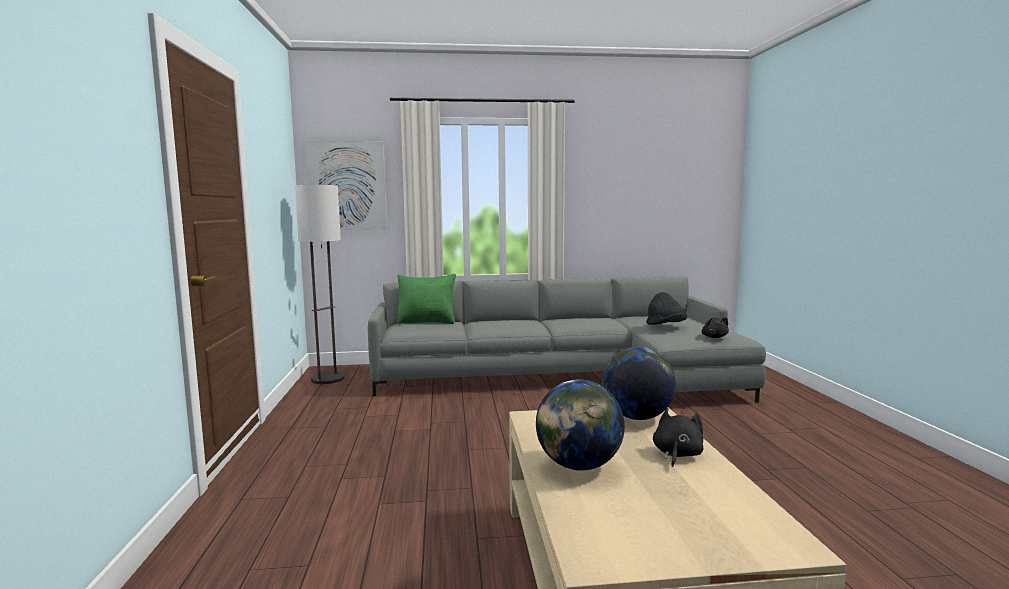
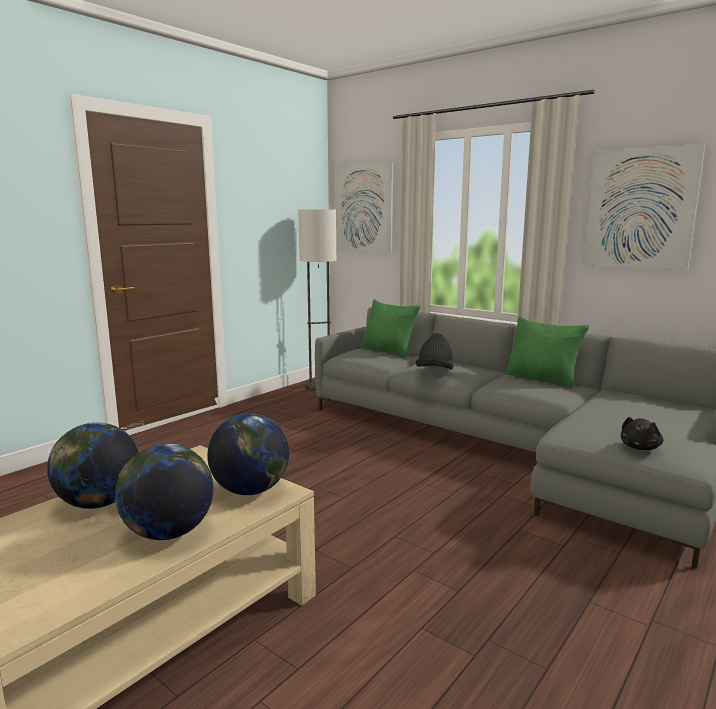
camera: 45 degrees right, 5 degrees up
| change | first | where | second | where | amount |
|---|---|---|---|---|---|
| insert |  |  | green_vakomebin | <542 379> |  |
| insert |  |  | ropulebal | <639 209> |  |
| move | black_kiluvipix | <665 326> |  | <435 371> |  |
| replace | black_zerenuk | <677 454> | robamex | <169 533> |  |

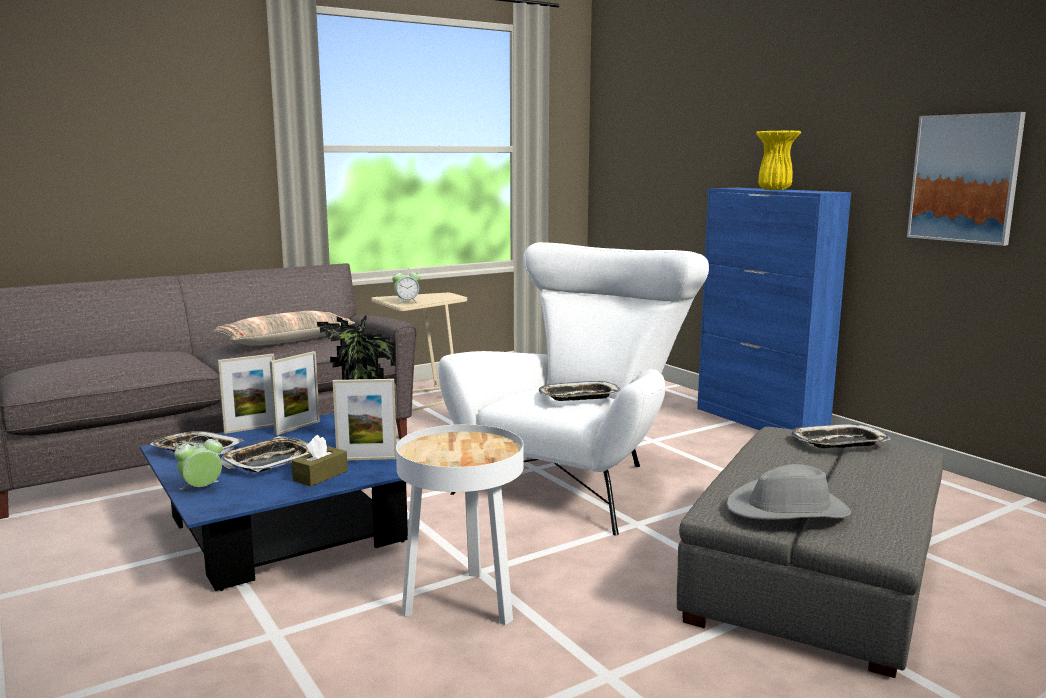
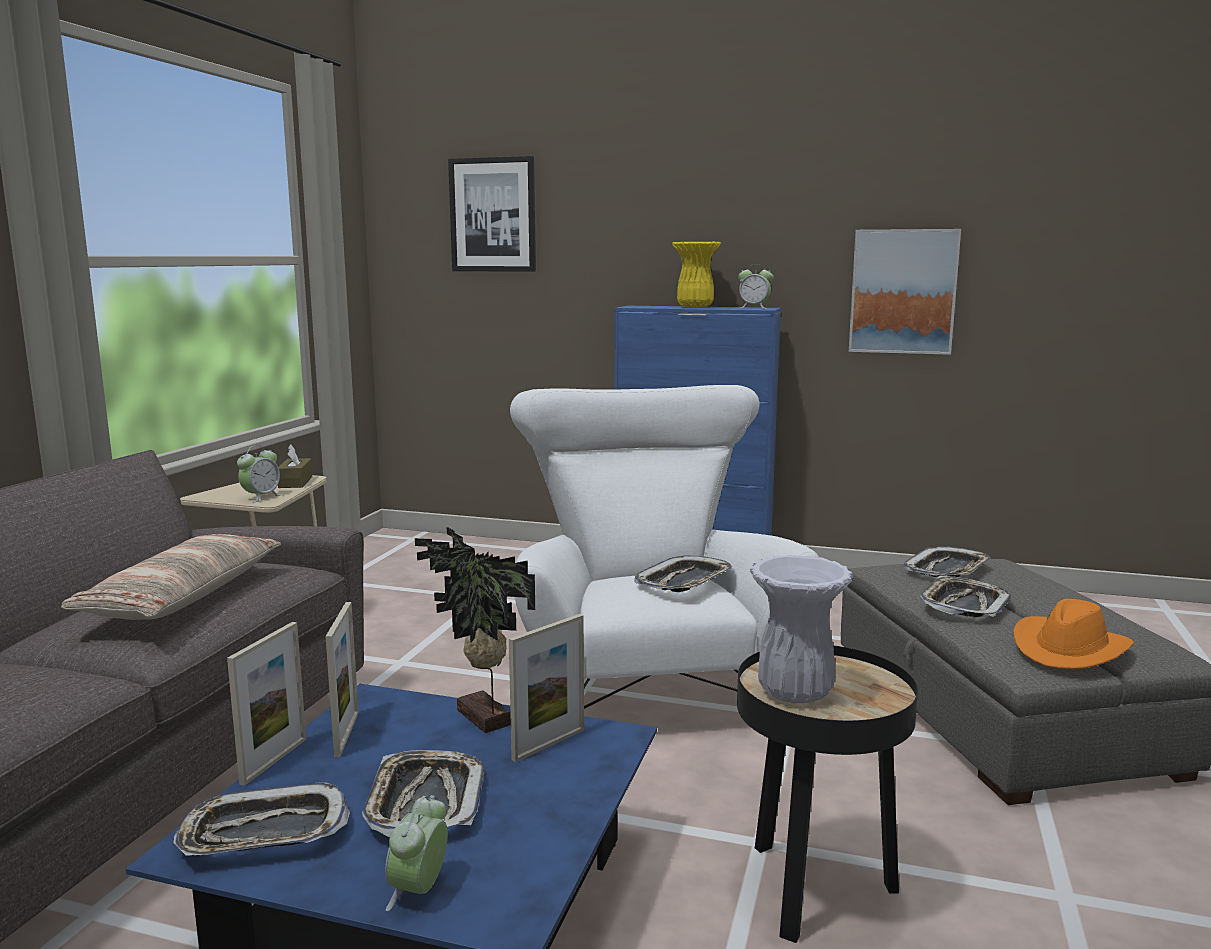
camera: 40 degrees left, 0 degrees up
| change | first | where | second | where | amount |
|---|---|---|---|---|---|
| insert |  |  | ropulebal | <493 215> |  |
| insert |  |  | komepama | <754 308> |  |
| insert |  |  | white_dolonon | <796 694> |  |
| insert |  |  | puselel | <963 604> |  |
| move | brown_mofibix | <320 476> |  | <295 482> |  |
| recolor | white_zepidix | <462 602> | black_zepidix | <815 889> |  |
| recolor | grey_kiluvipix | <788 510> | orange_kiluvipix | <1070 649> |  |

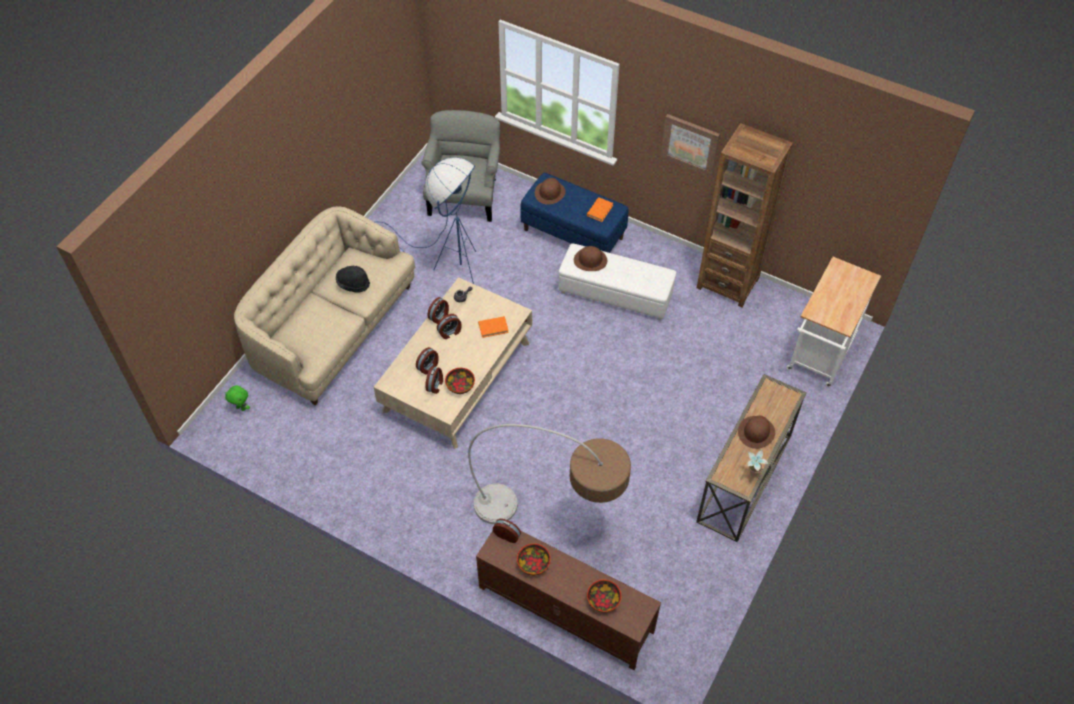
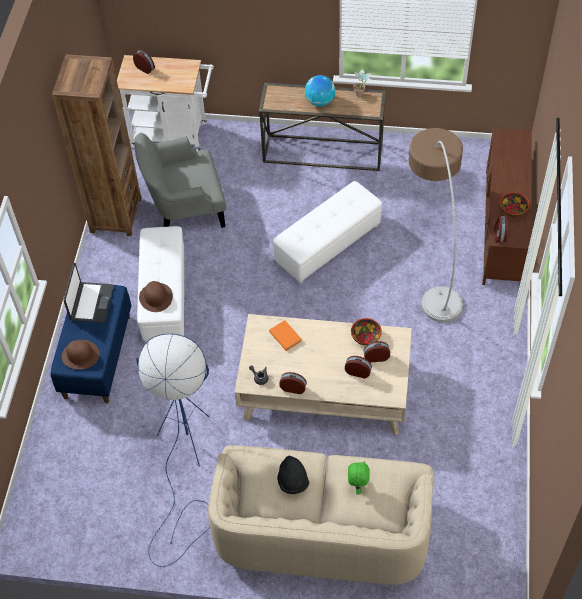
camera: 110 degrees left, 0 degrees up
| change | first | where | second | where | amount |
|---|---|---|---|---|---|
| delete | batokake | <603 600> |  |  |  |
| delete | ropulebal | <690 144> |  |  |  |
| insert |  |  | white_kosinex | <328 244> |  |
| move | green_zerenuk | <241 408> |  | <357 486> |  |
| move | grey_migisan | <464 195> |  | <185 209> |  |
| move | komepama | <450 332> |  | <145 68> |  |
| replace | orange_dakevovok | <599 210> | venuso | <91 303> |  |
| replace | brown_kiluvipix | <756 432> | robamex | <320 101> |  |

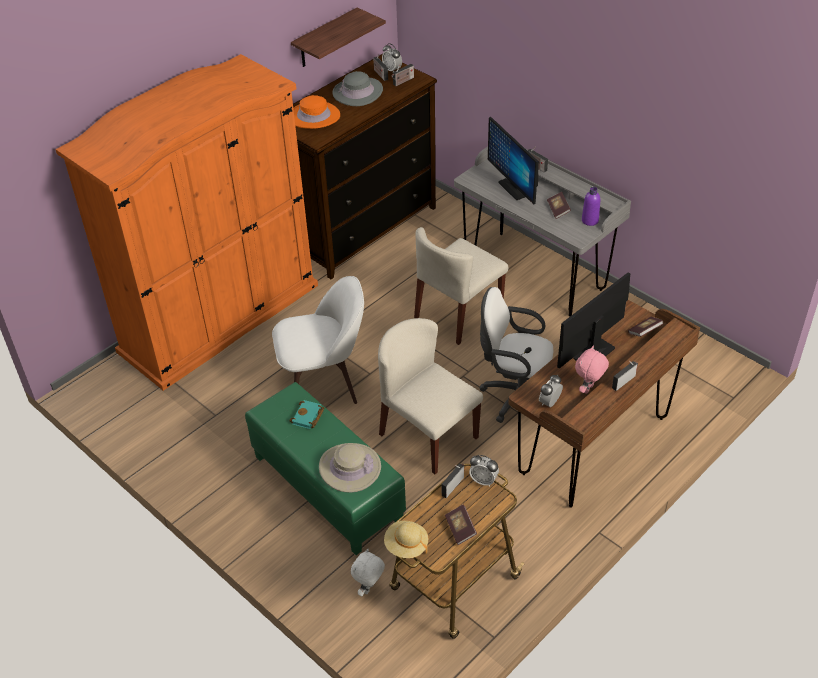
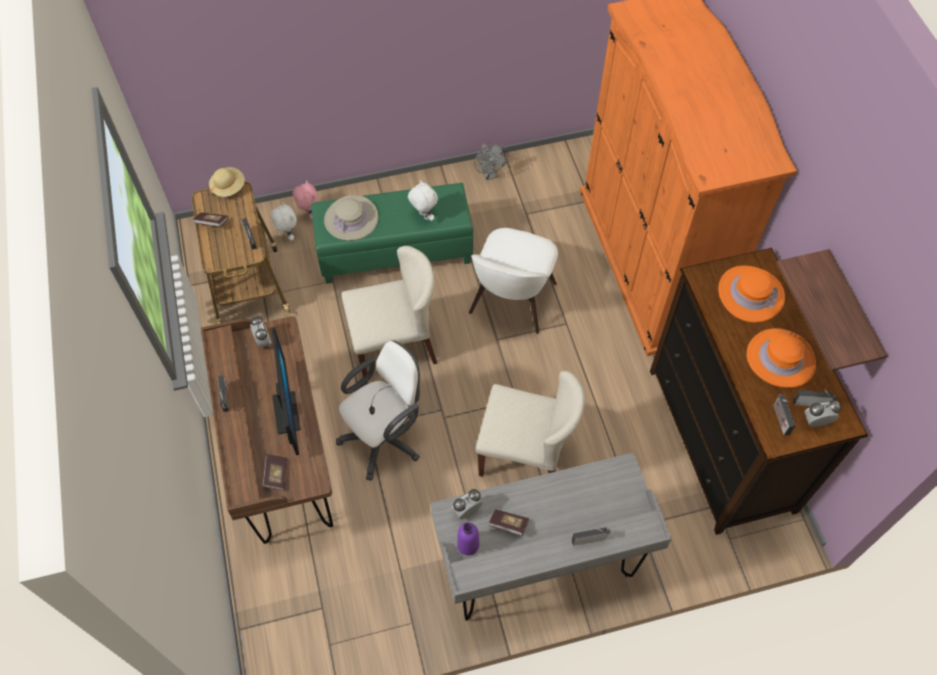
camera: 120 degrees right, 15 degrees up
| change | first | where | second | where | amount |
|---|---|---|---|---|---|
| delete | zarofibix | <514 188> |  |  |  |
| insert |  |  | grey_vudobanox | <489 174> |  |
| move | komepama | <483 480> |  | <467 511> |  |
| move | pink_zerenuk | <589 389> |  | <309 214> |  |
| replace | turquoise_dakevovok | <308 417> | white_zerenuk | <423 216> |  |
| recolor | grey_kiluvipix | <358 92> | orange_kiluvipix | <780 359> |  |
| rotate | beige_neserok | <458 313> |  | <525 454> | 120 degrees clockwise |

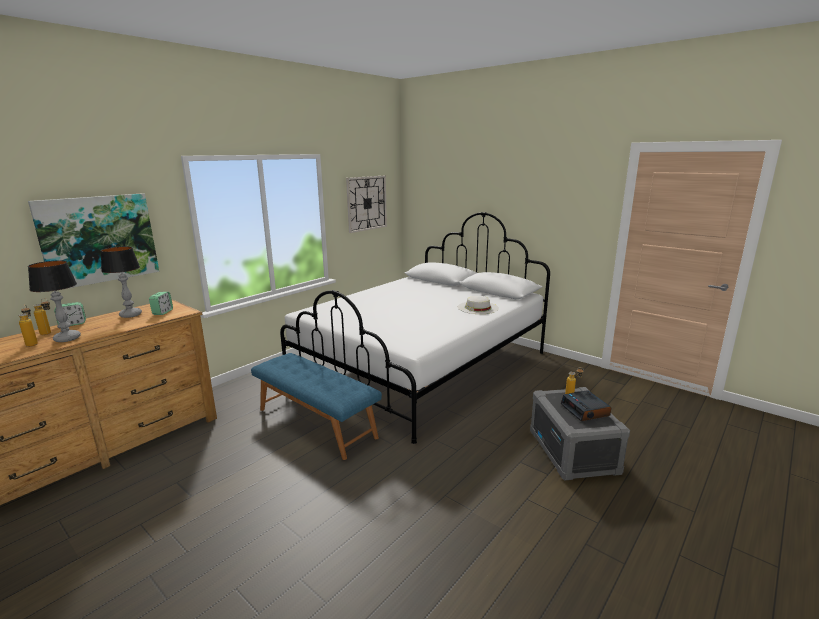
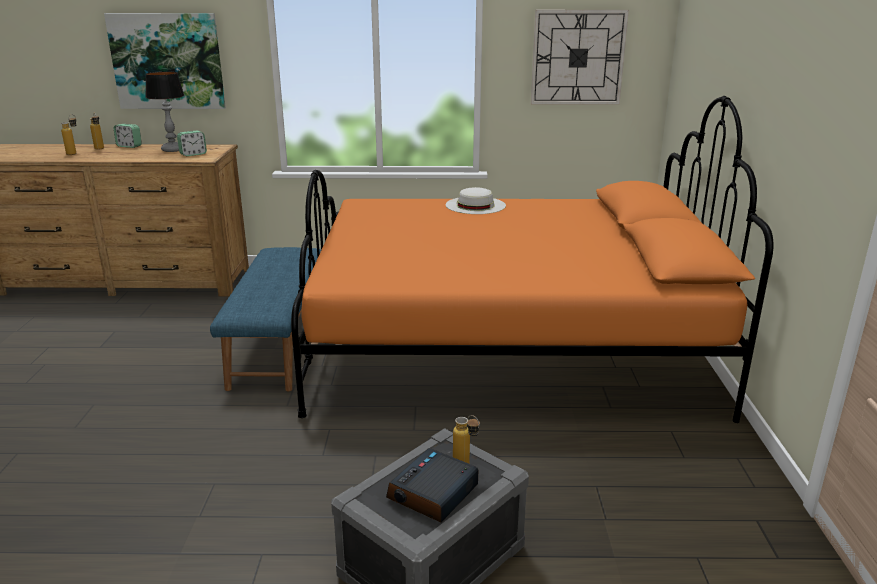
camera: 50 degrees right, 5 degrees up
| change | first | where | second | where | amount |
|---|---|---|---|---|---|
| delete | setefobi | <67 338> |  |  |  |
| move | white_kiluvipix | <478 307> |  | <475 205> |  |
| recolor | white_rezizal | <422 366> | orange_rezizal | <506 345> |  |

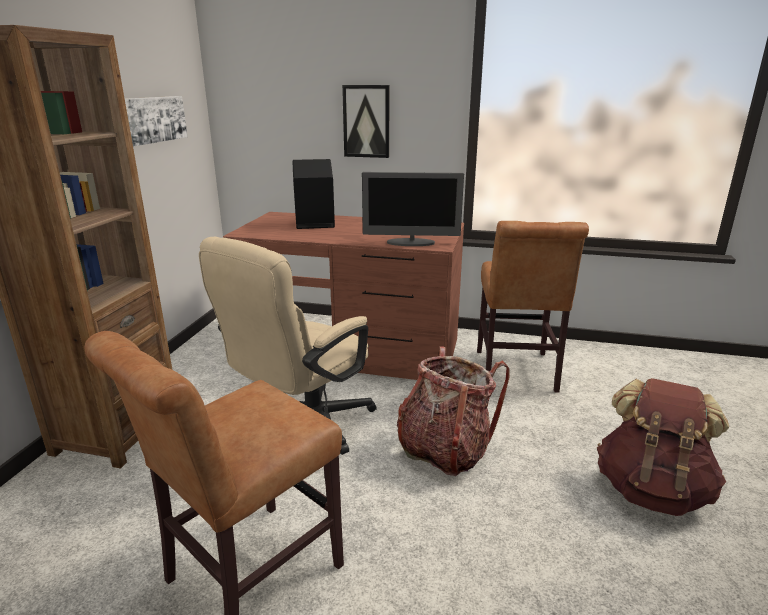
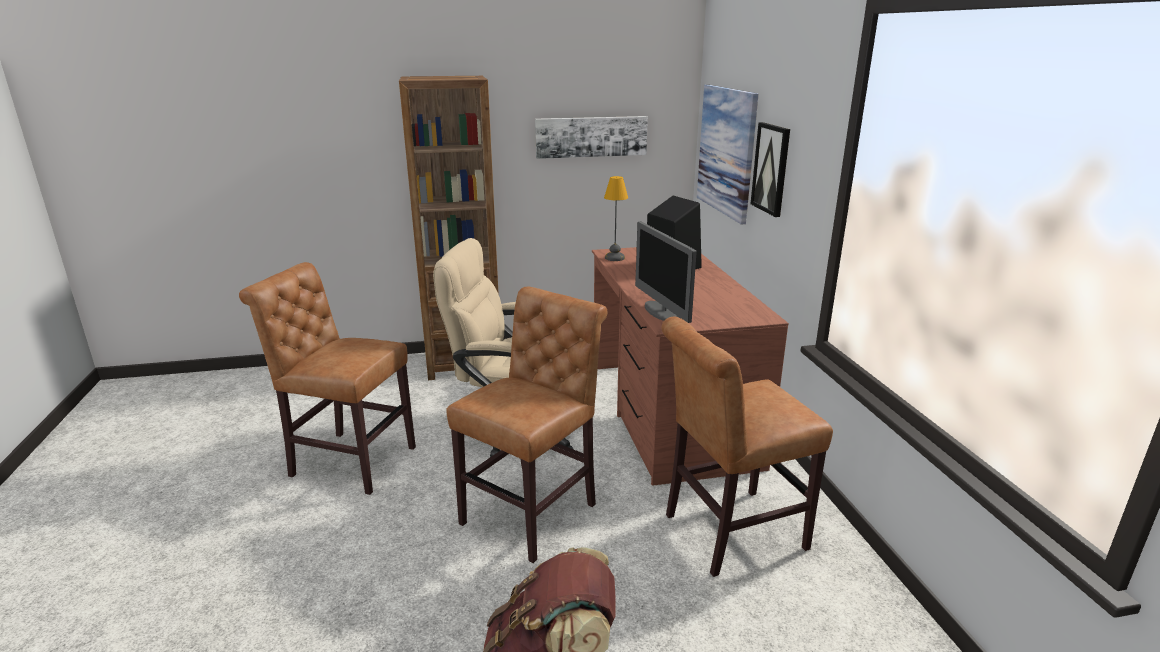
camera: 65 degrees right, 0 degrees up
| change | first | where | second | where | amount |
|---|---|---|---|---|---|
| insert |  |  | setefobi | <614 258> |  |
| insert |  |  | ropulebal | <726 151> |  |
| replace | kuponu | <445 449> | brown_neserok | <534 511> |  |

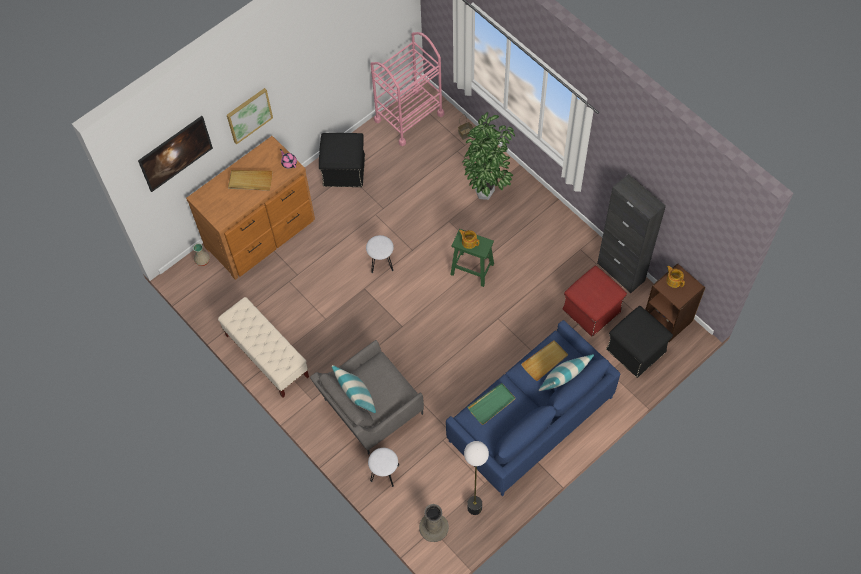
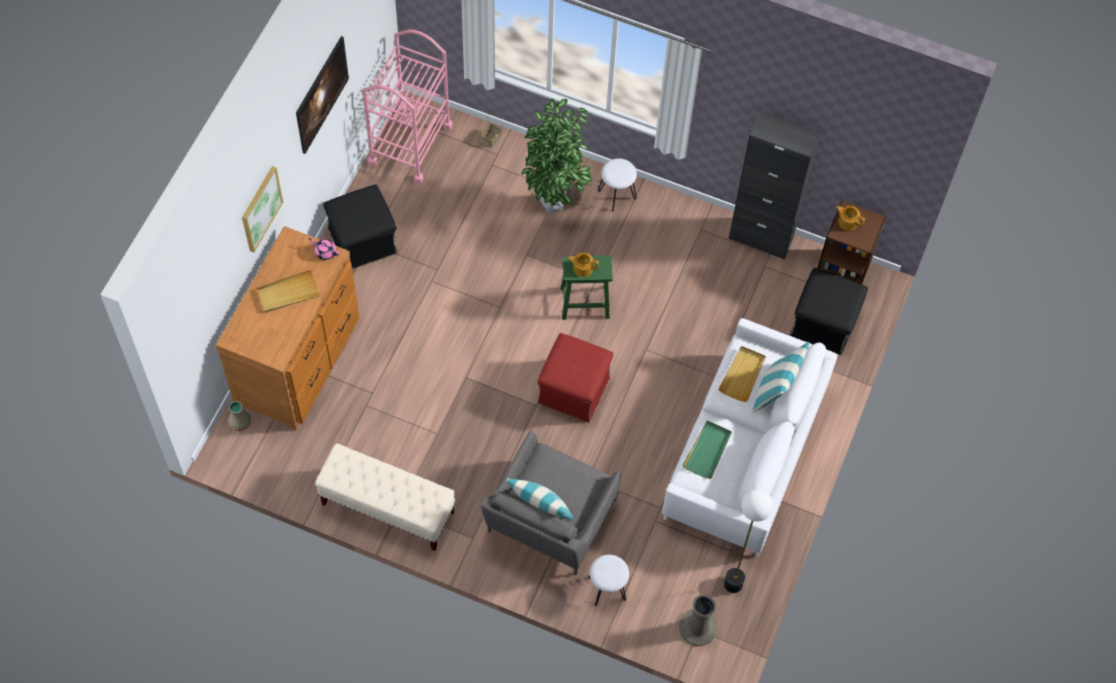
camera: 30 degrees left, 0 degrees up
| change | first | where | second | where | amount |
|---|---|---|---|---|---|
| move | ropulebal | <178 161> |  | <323 105> |  |
| move | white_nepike | <381 262> |  | <617 195> |  |
| move | red_kosinex | <592 310> |  | <574 389> |  |
| recolor | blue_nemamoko | <530 419> | white_nemamoko | <744 453> |  |

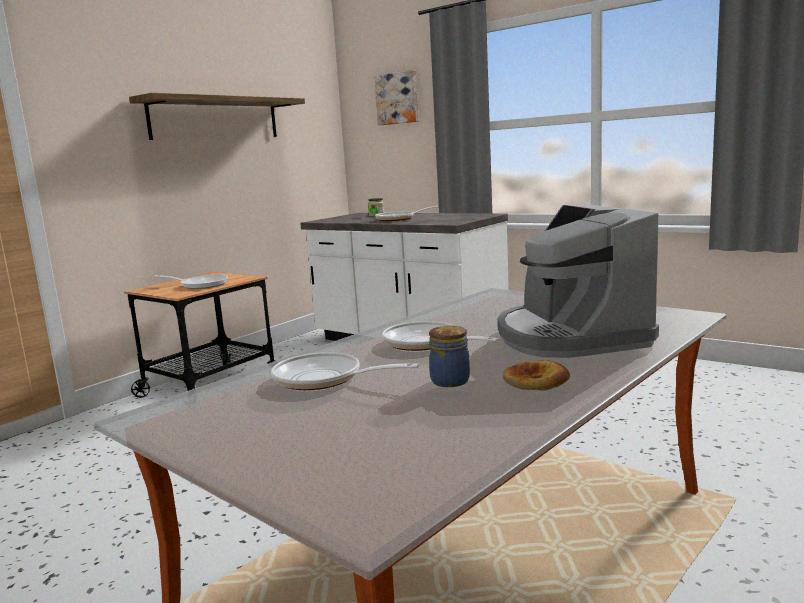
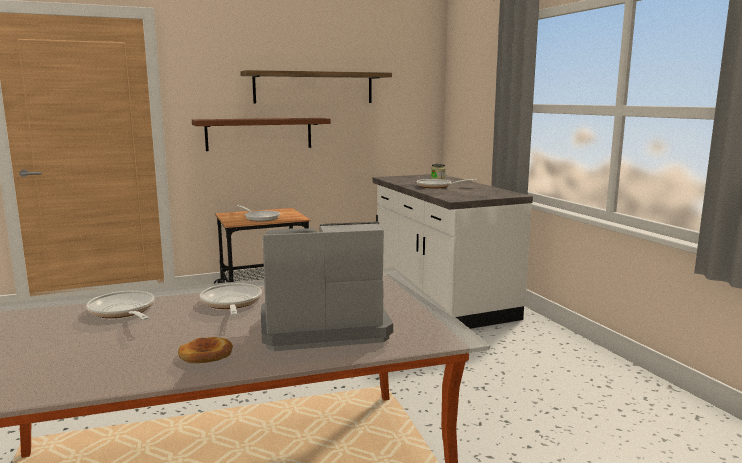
camera: 30 degrees right, 0 degrees up
| change | first | where | second | where | amount |
|---|---|---|---|---|---|
| delete | ropulebal | <398 98> |  |  |  |
| delete | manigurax | <451 381> |  |  |  |
| insert |  |  | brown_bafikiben | <259 134> |  |
| rotate | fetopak | <569 336> |  | <321 327> | 60 degrees clockwise |

